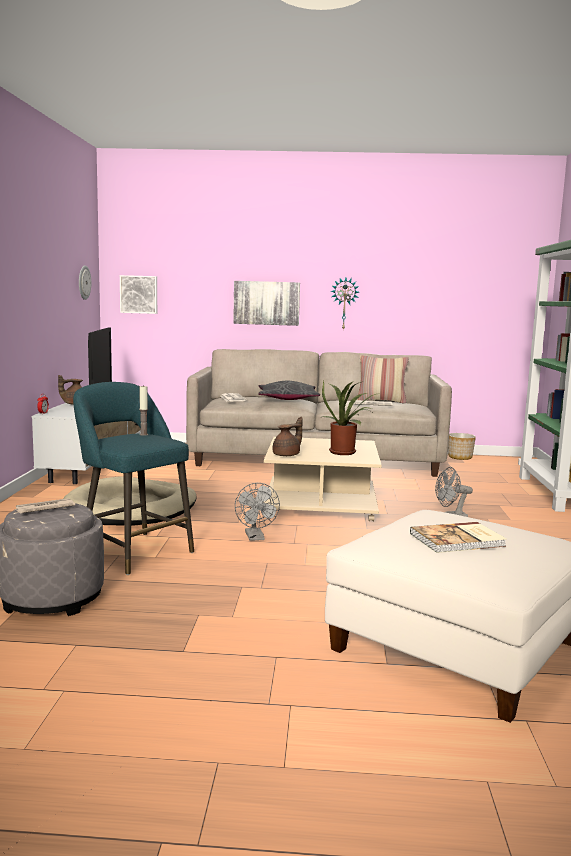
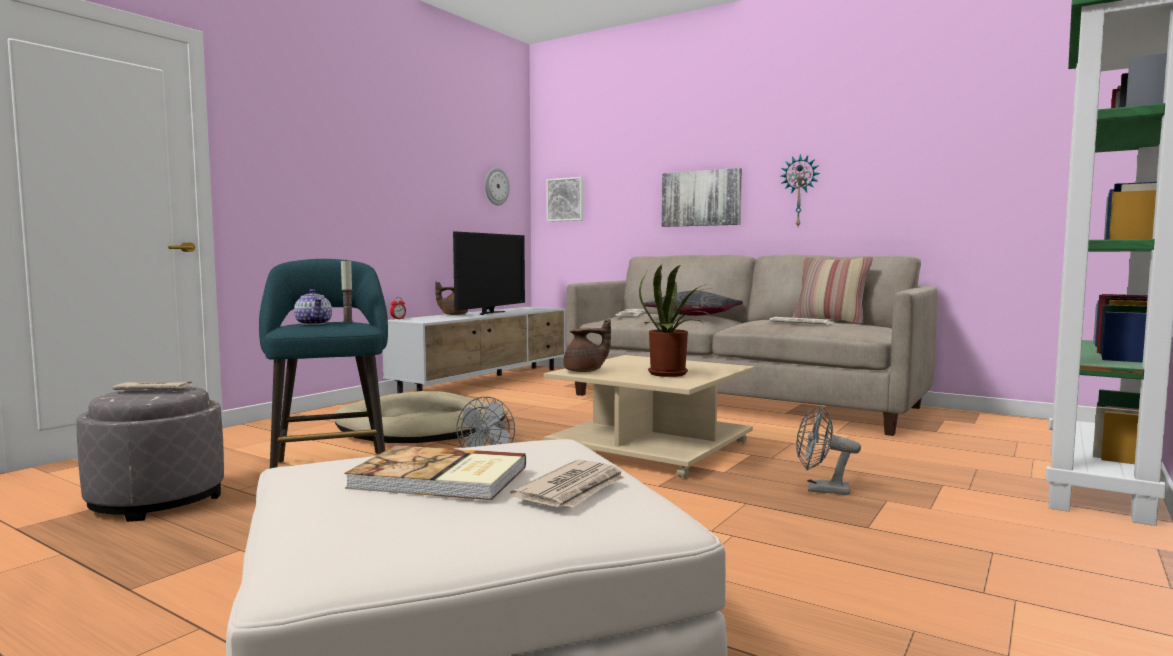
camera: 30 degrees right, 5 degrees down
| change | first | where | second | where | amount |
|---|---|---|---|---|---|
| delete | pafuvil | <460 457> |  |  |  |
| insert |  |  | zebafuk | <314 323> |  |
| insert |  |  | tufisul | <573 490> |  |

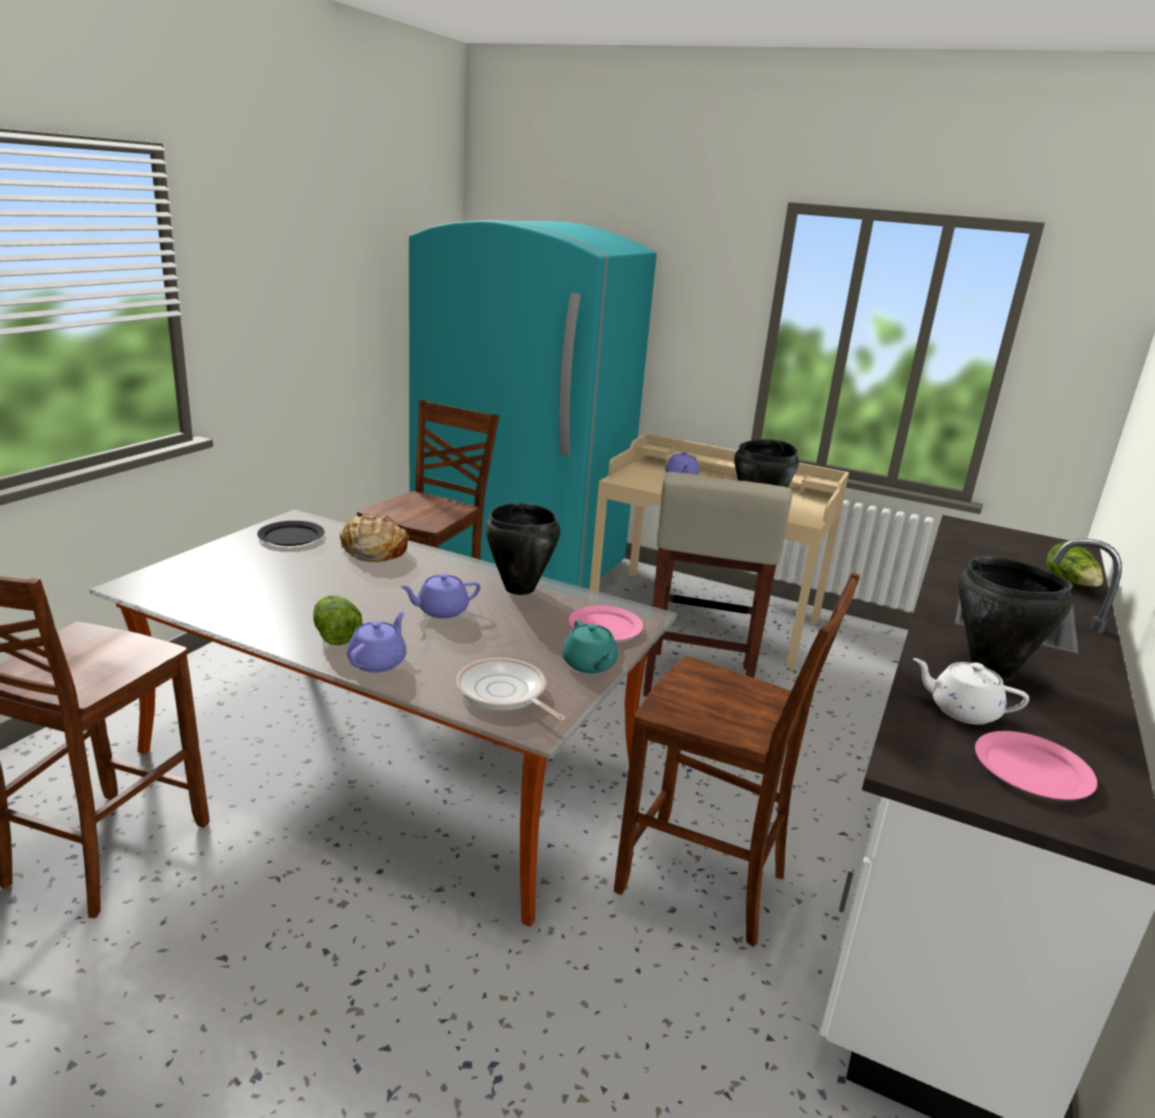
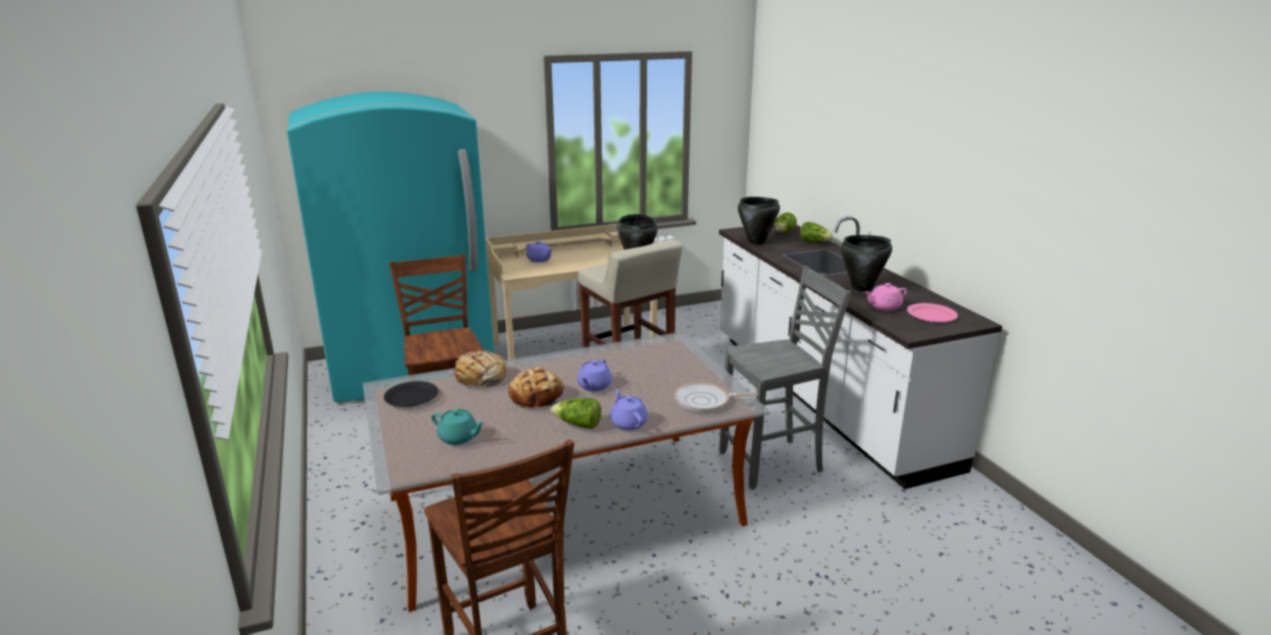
camera: 45 degrees left, 0 degrees up
| change | first | where | second | where | amount |
|---|---|---|---|---|---|
| delete | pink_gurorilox | <605 626> |  |  |  |
| insert |  |  | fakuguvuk | <537 397> |  |
| insert |  |  | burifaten | <783 233> |  |
| move | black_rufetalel | <519 589> |  | <756 242> |  |
| move | turquoise_zebafuk | <589 665> |  | <459 438> |  |
| recolor | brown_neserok | <705 884> | grey_neserok | <773 463> |  |
| recolor | white_zebafuk | <961 710> | pink_zebafuk | <884 307> |  |

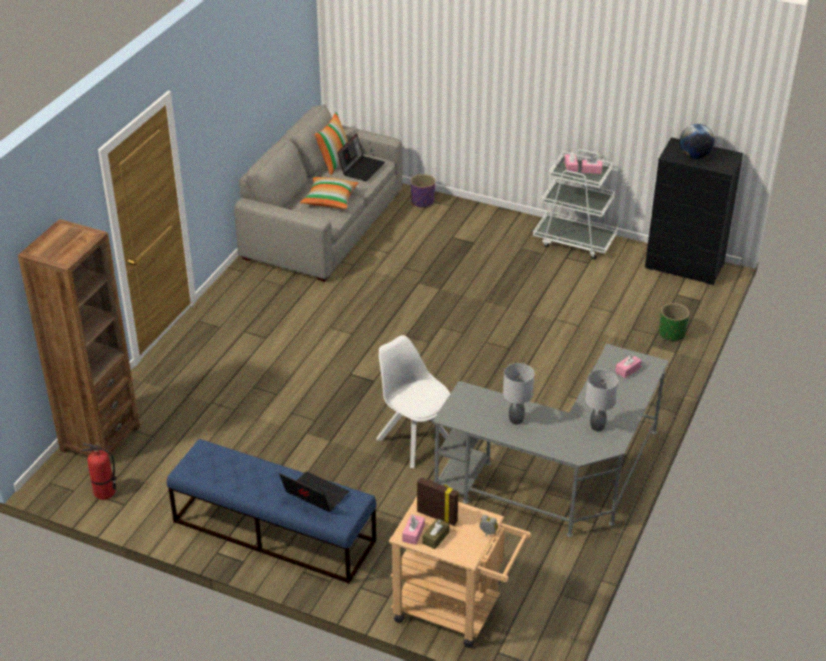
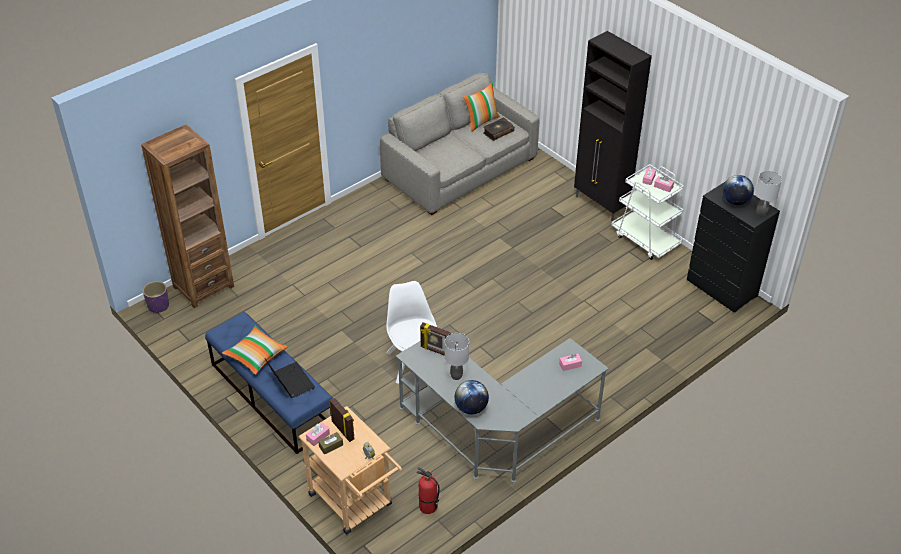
camera: 25 degrees right, 5 degrees up
| change | first | where | second | where | amount |
|---|---|---|---|---|---|
| delete | green_pafuvil | <672 334> |  |  |  |
| insert |  |  | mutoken | <435 350> |  |
| insert |  |  | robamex | <471 408> |  |
| insert |  |  | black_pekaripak | <601 205> |  |
| move | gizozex | <104 493> |  | <427 507> |  |
| move | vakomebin | <330 200> |  | <256 355> |  |
| move | purple_pafuvil | <422 202> |  | <158 306> |  |
| move | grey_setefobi | <597 427> |  | <761 214> |  |
| replace | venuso | <361 168> | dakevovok | <498 132> |  |

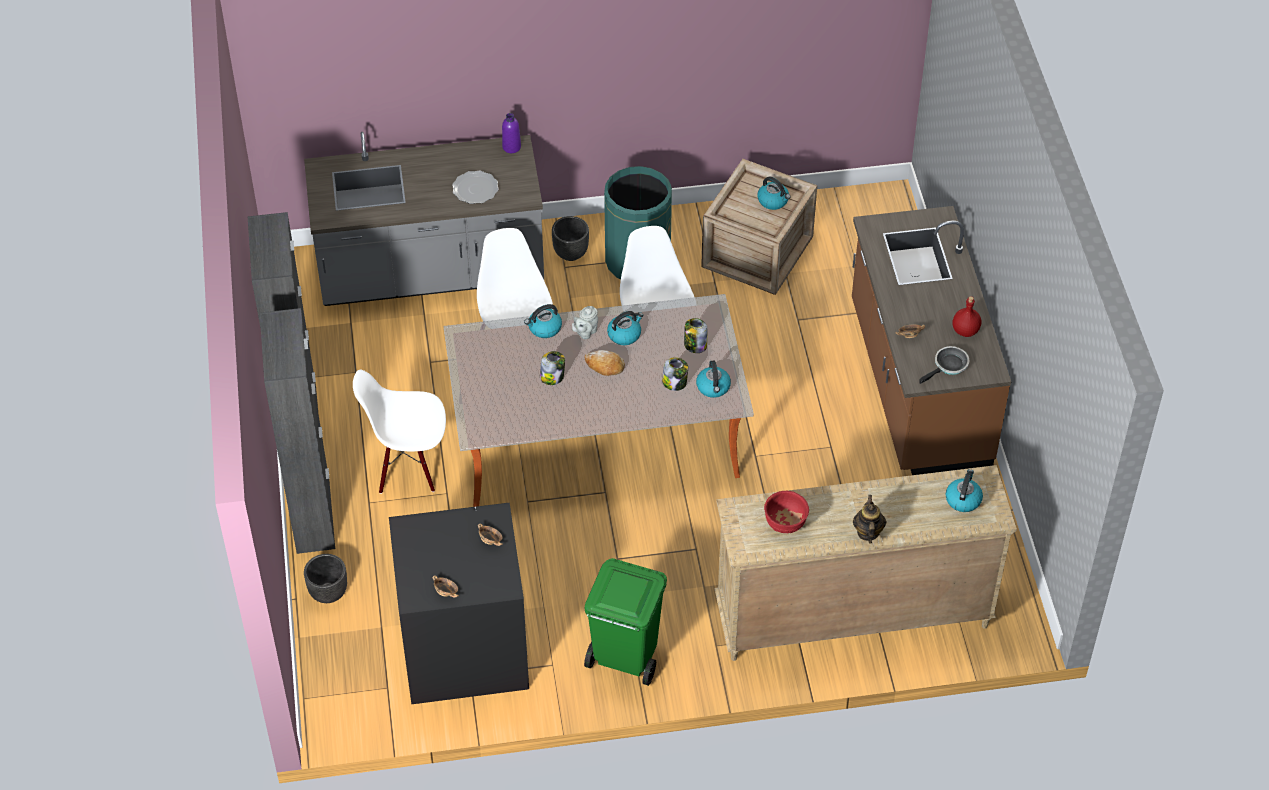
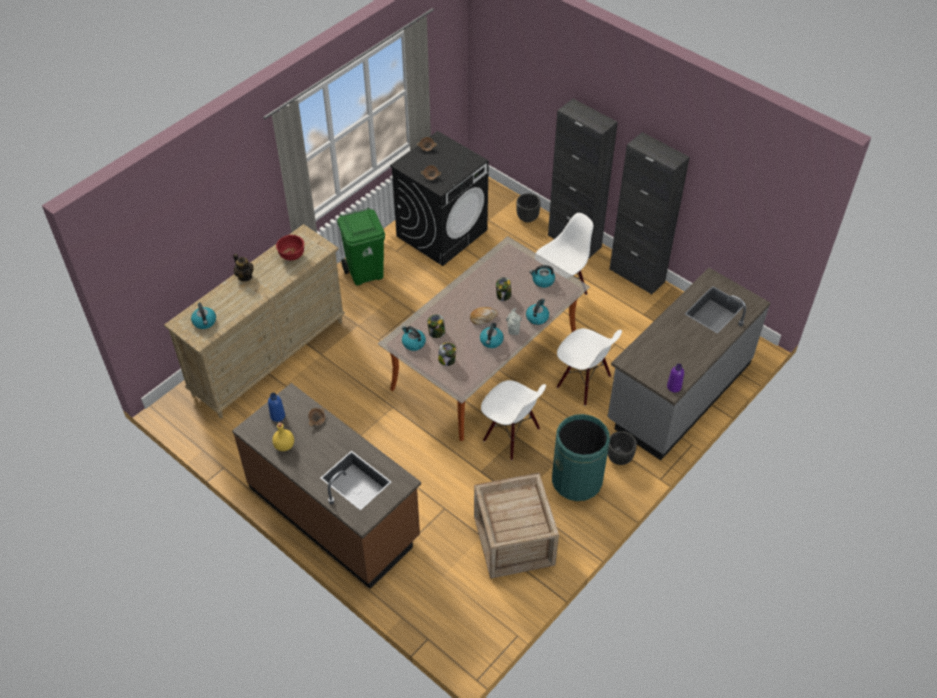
camera: 140 degrees right, 0 degrees up
| change | first | where | second | where | amount |
|---|---|---|---|---|---|
| delete | gurorilox | <475 189> |  |  |  |
| move | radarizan | <773 201> |  | <542 281> |  |
| replace | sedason | <949 366> | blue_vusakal | <277 416> |  |
| recolor | red_vusakal | <965 331> | yellow_vusakal | <284 445> |  |

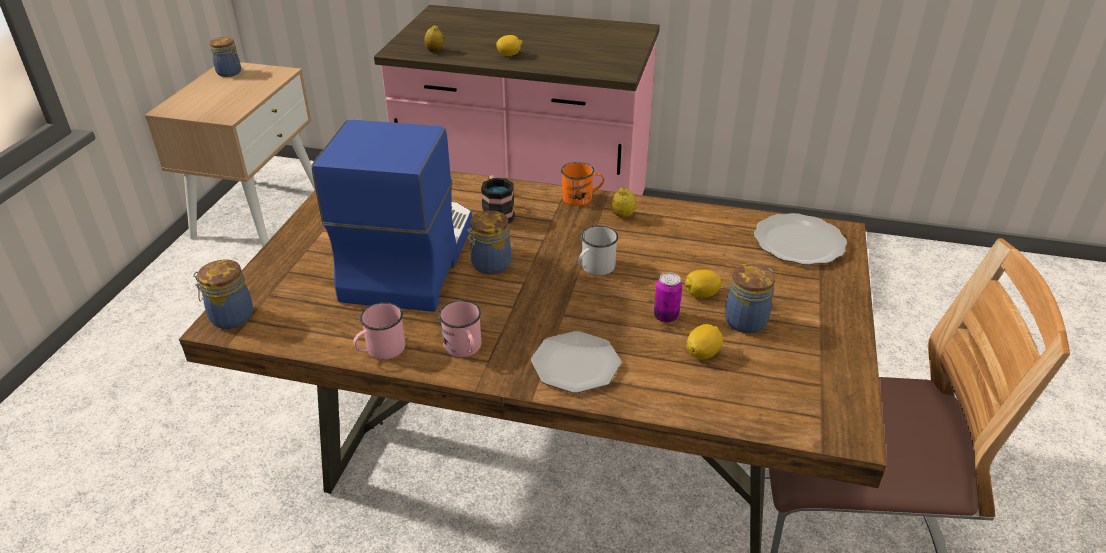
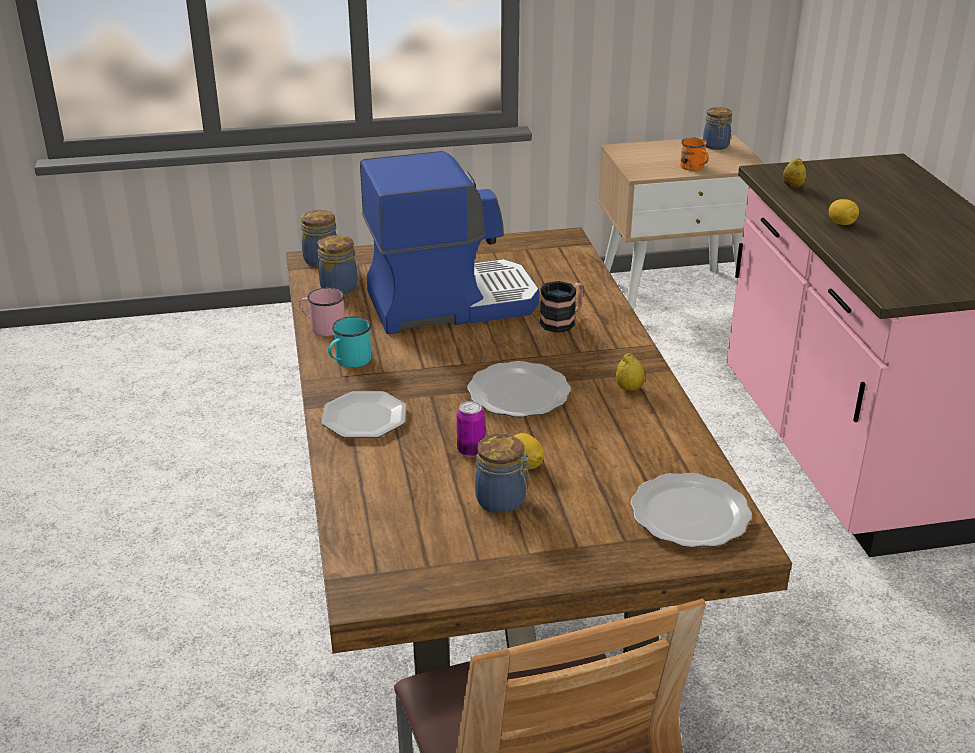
camera: 65 degrees right, 5 degrees down
| change | first | where | second | where | amount |
|---|---|---|---|---|---|
| delete | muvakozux | <702 353> |  |  |  |
| move | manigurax | <489 265> |  | <337 287> |  |
| move | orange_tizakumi | <582 198> |  | <694 167> |  |
| replace | white_tizakumi | <594 268> | gurorilox | <517 394> |  |
| recolor | pink_tizakumi | <464 349> | turquoise_tizakumi | <349 361> |  |

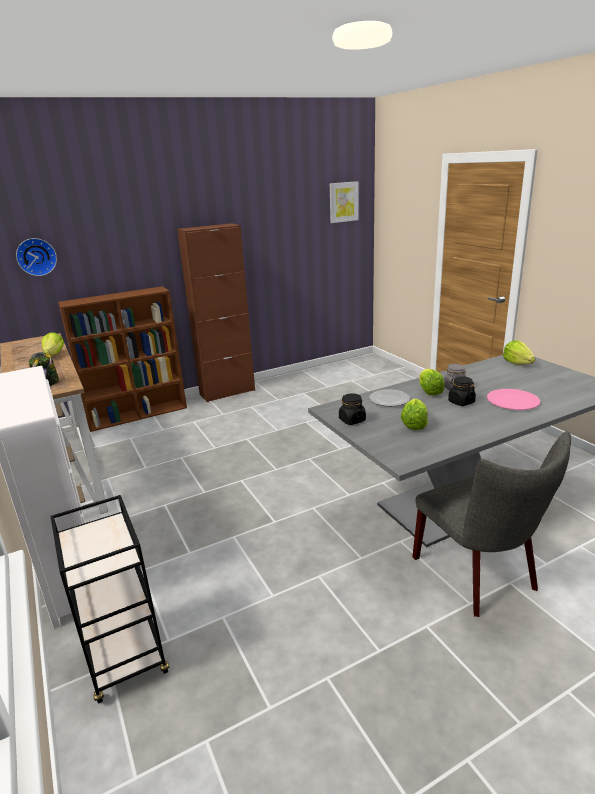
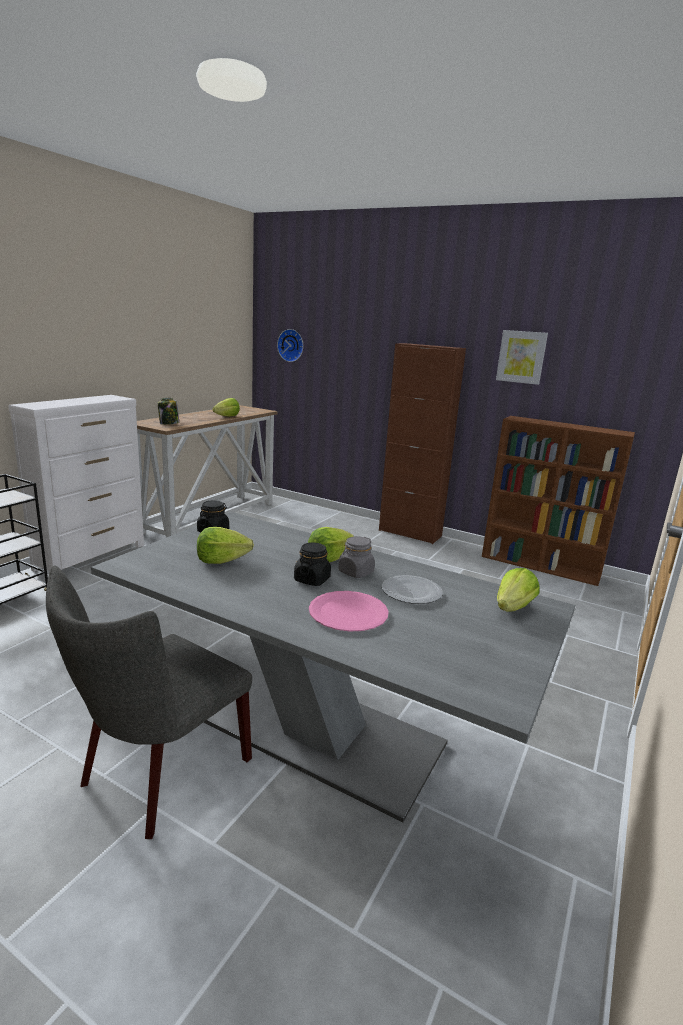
camera: 55 degrees right, 5 degrees down
| change | first | where | second | where | amount |
|---|---|---|---|---|---|
| move | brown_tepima | <138 414> |  | <541 566> |  |
| move | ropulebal | <343 202> |  | <521 357> |  |
| move | gurorilox | <389 399> |  | <412 592> |  |

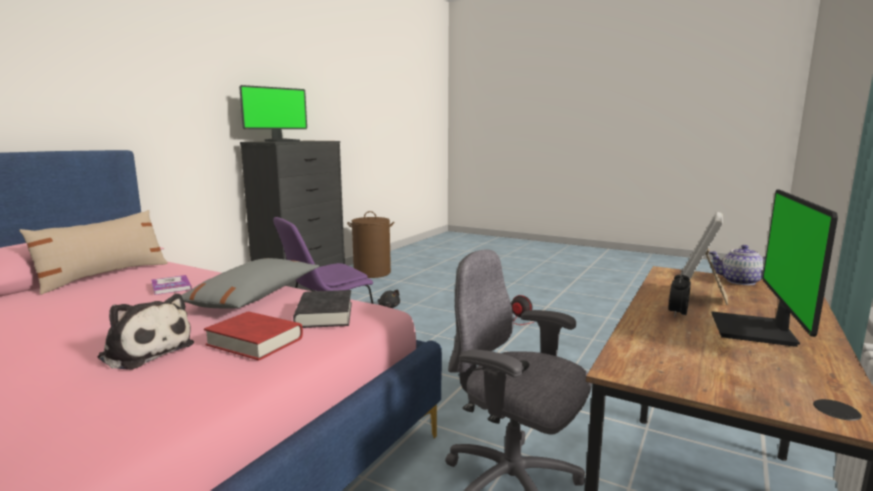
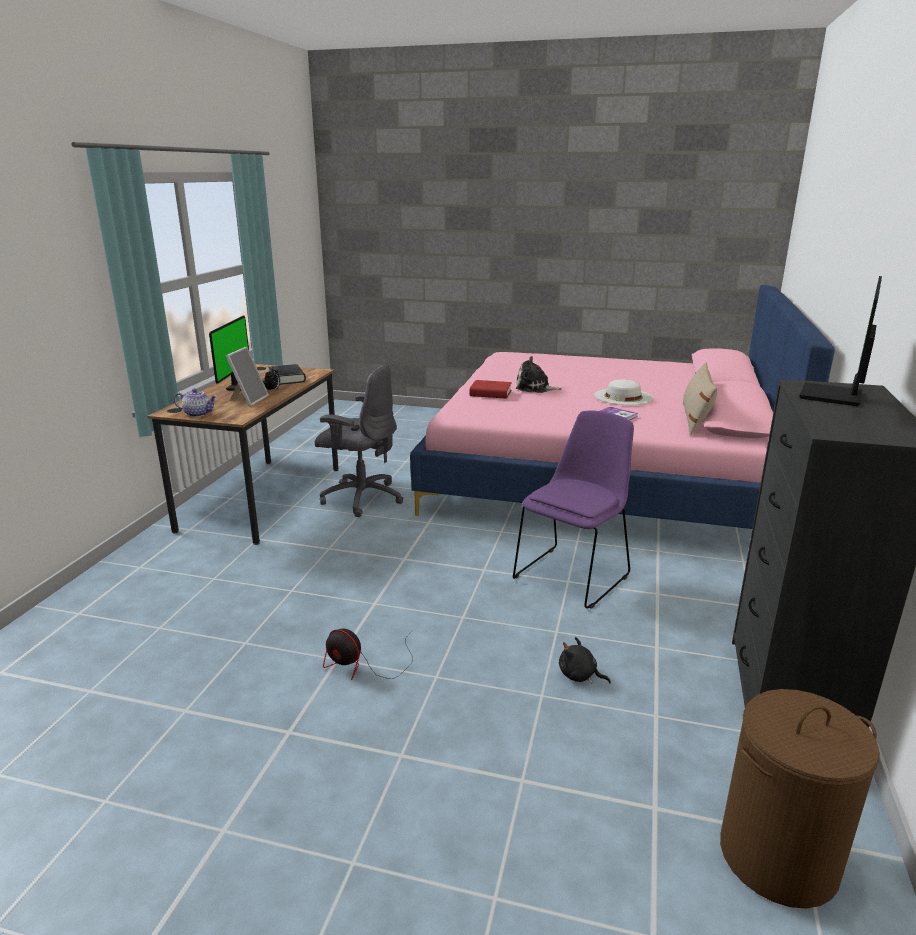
camera: 165 degrees right, 10 degrees up
| change | first | where | second | where | amount |
|---|---|---|---|---|---|
| delete | grey_vakomebin | <254 297> |  |  |  |
| insert |  |  | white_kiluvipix | <623 396> |  |
| move | black_dakevovok | <324 315> |  | <287 378> |  |

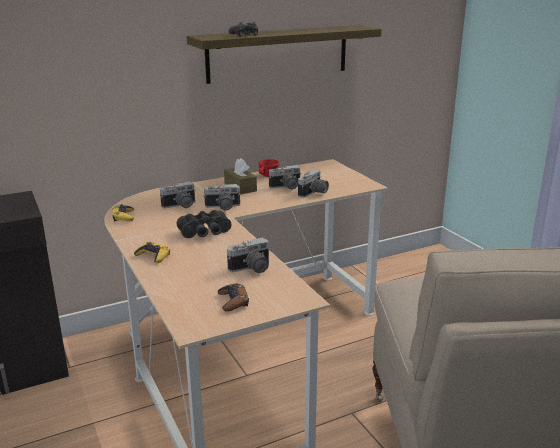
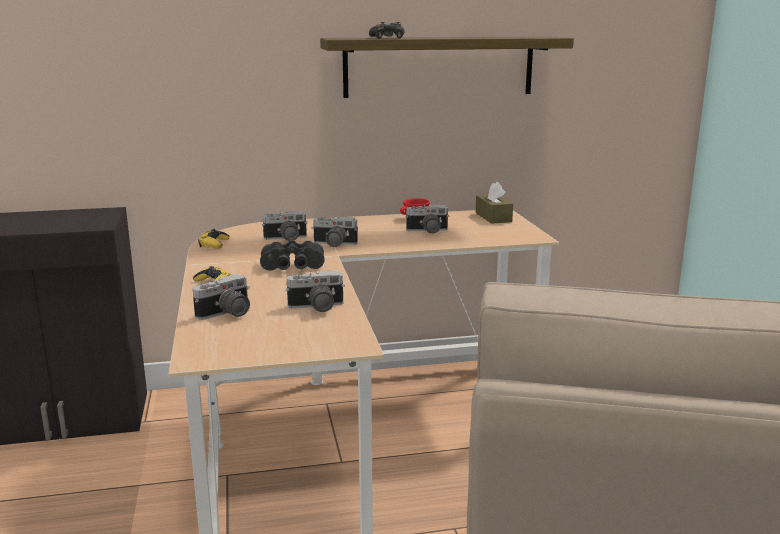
camera: 15 degrees right, 5 degrees down
| change | first | where | second | where | amount |
|---|---|---|---|---|---|
| delete | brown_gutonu | <233 301> |  |  |  |
| move | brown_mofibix | <240 187> |  | <493 217> |  |
| move | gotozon | <314 193> |  | <227 314> |  |

